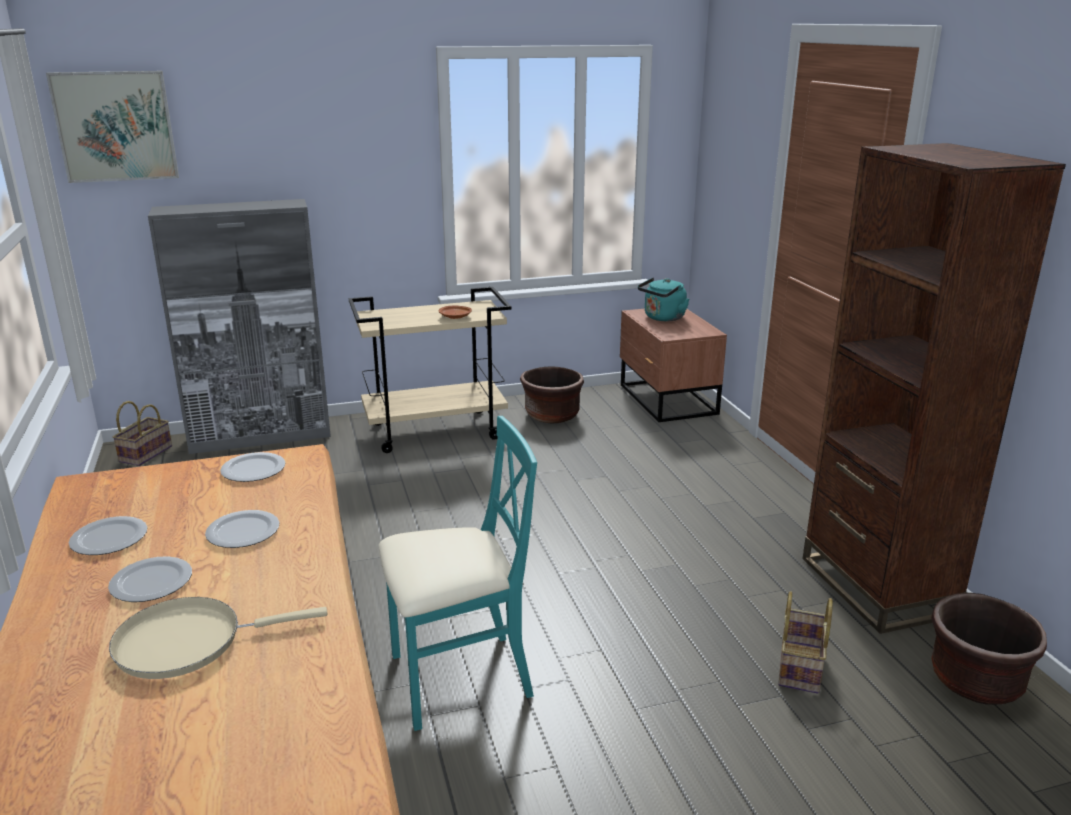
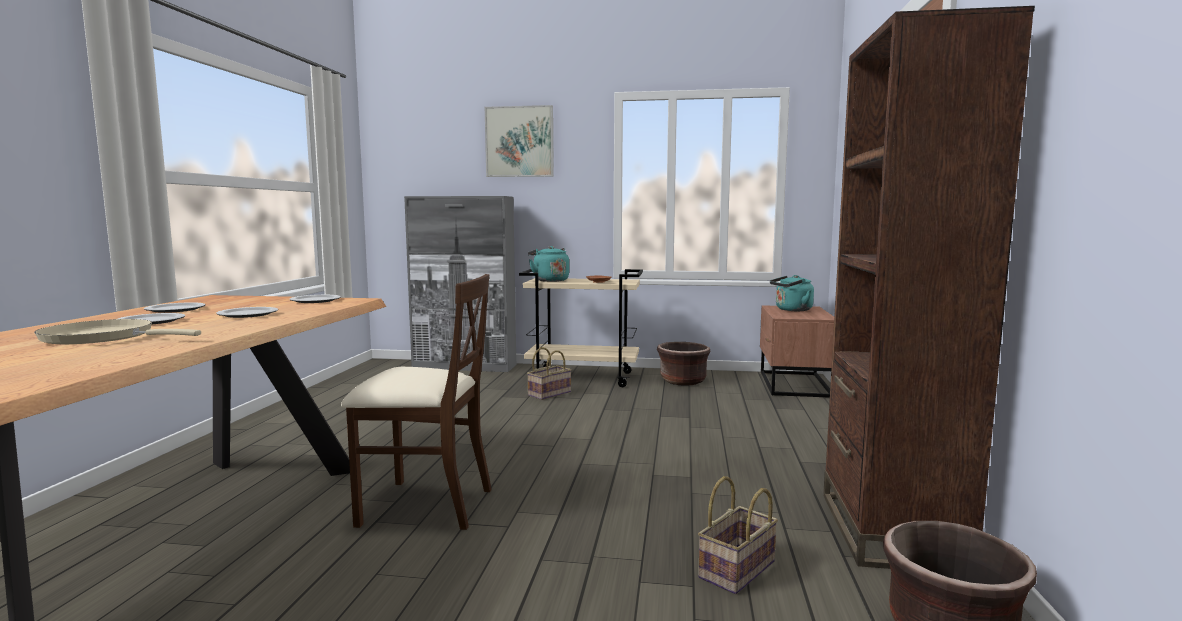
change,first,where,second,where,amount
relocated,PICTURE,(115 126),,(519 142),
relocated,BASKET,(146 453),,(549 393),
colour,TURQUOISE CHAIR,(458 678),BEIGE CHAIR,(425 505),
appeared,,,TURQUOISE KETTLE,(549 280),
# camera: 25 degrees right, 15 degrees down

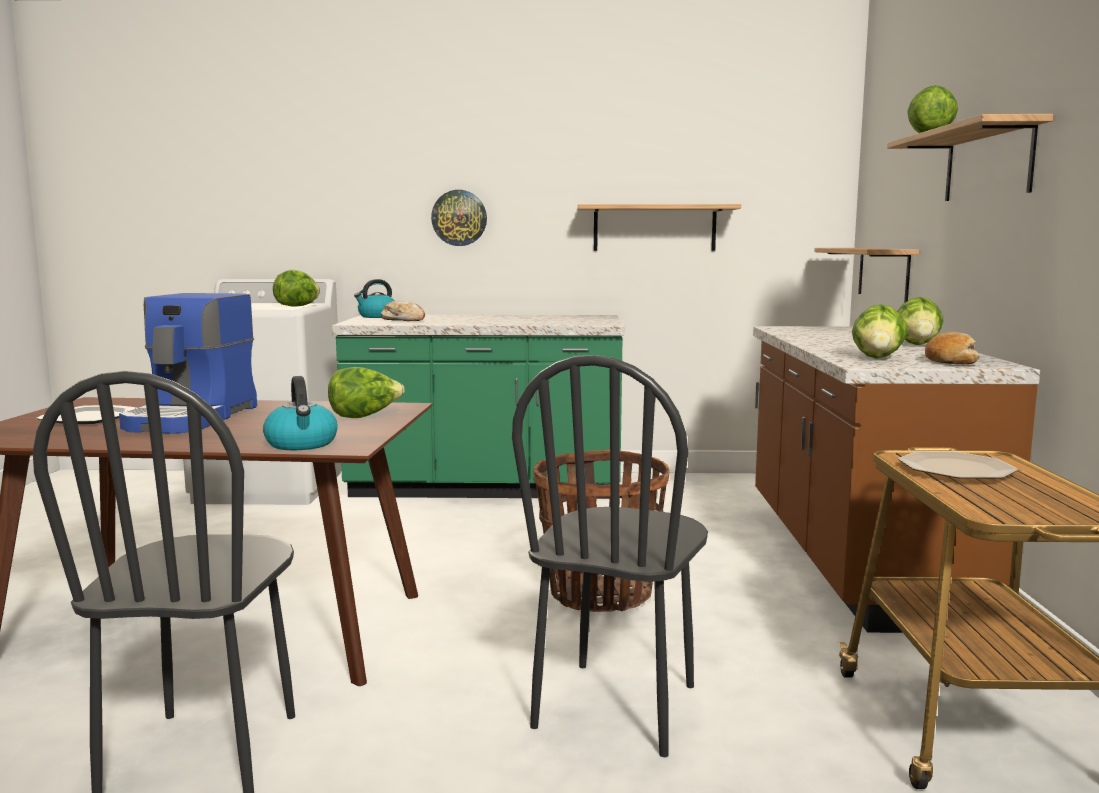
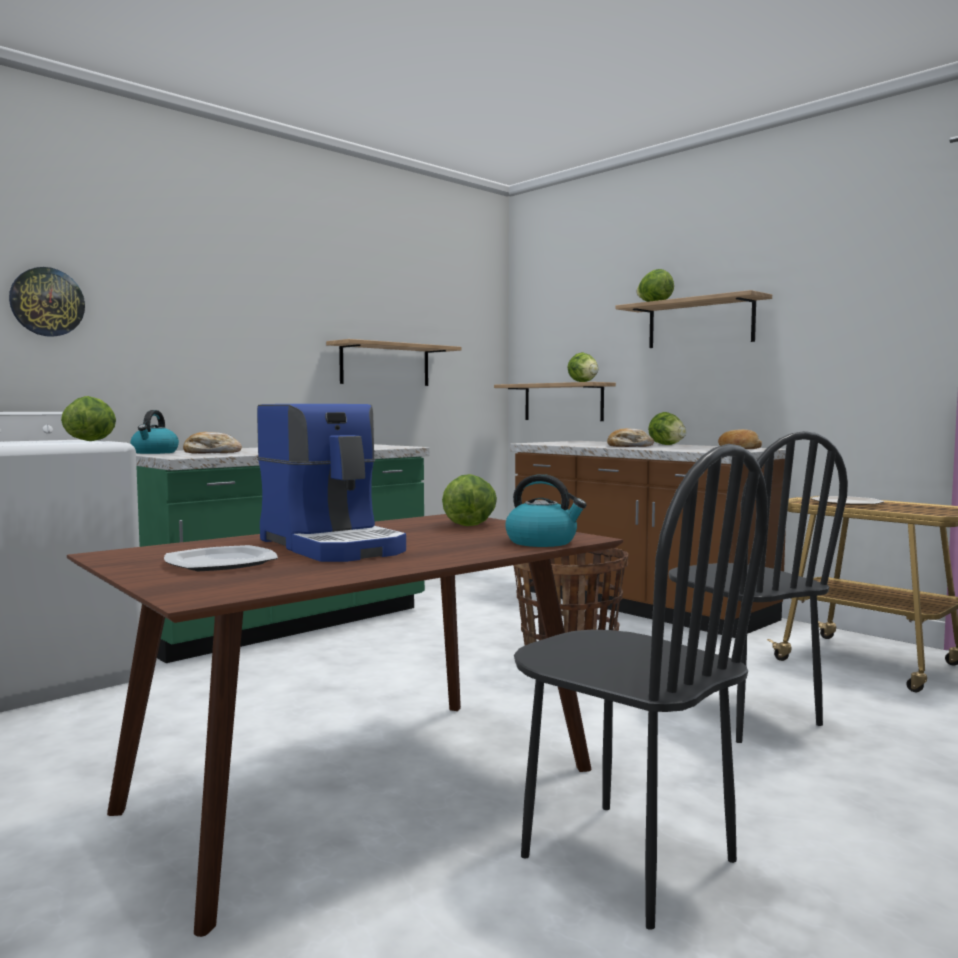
change,first,where,second,where,amount
relocated,WALL CLOCK,(459 218),,(47 302),
relocated,LETTUCE,(877 358),,(583 382),
appeared,,,BREAD,(629 446),
# camera: 45 degrees left, 5 degrees down

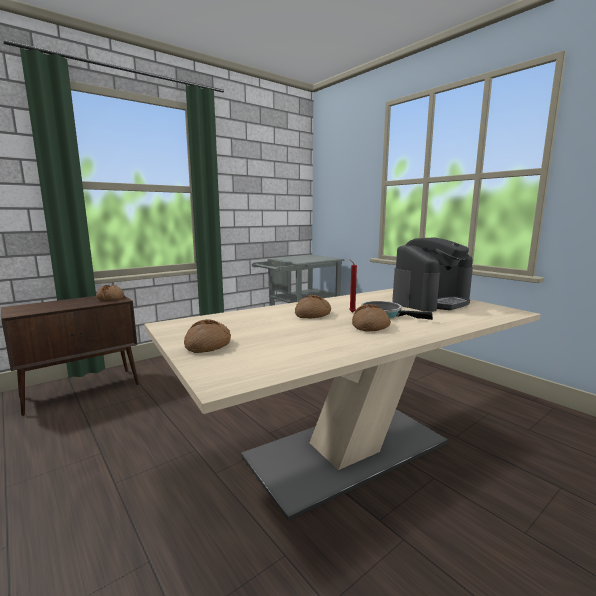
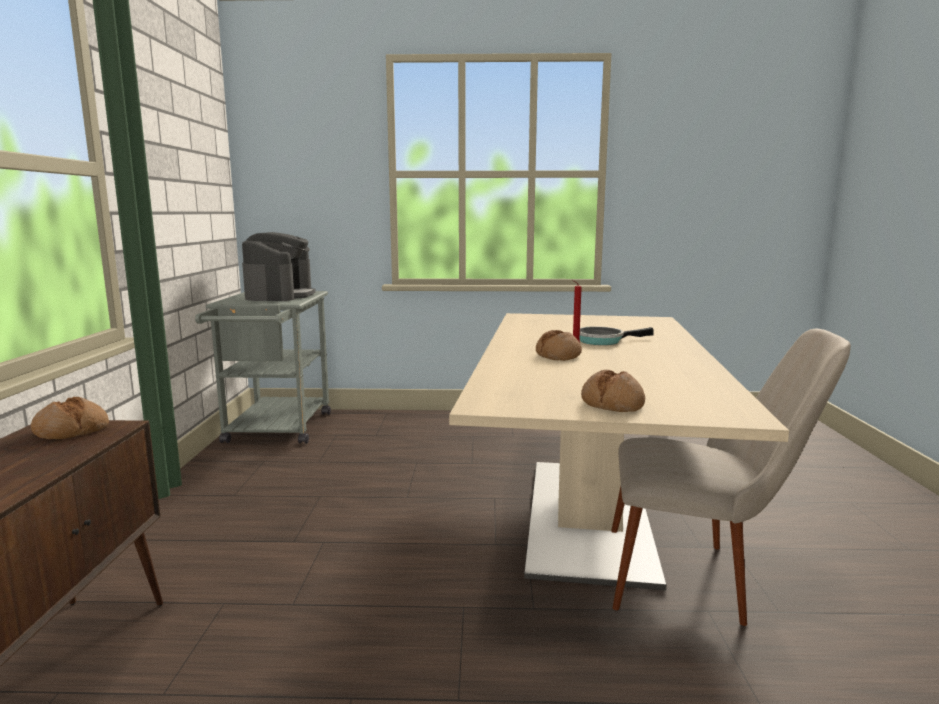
change,first,where,second,where,amount
missing,BREAD,(370 326),,,
relocated,COFFEE MACHINE,(430 302),,(280 295),
appeared,,,BEIGE CHAIR,(701 579),
# camera: 50 degrees left, 0 degrees up

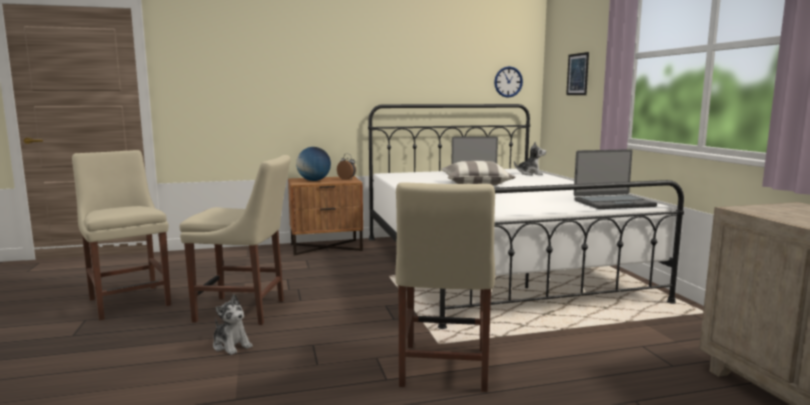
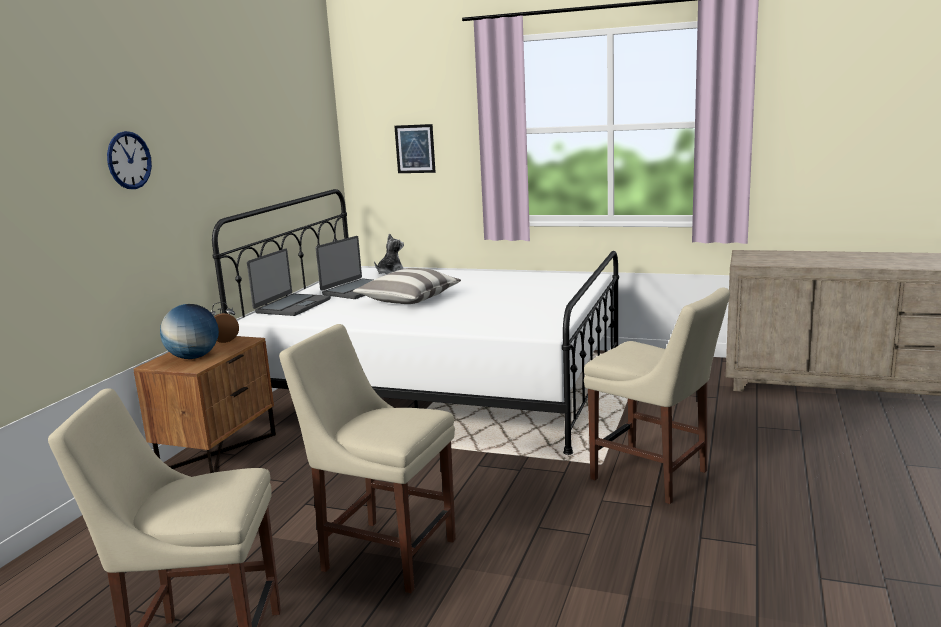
change,first,where,second,where,amount
spun,BEIGE CHAIR,(244 311),,(384 553),105 degrees counterclockwise
missing,PLUSH TOY,(231 345),,,
relocated,WALL CLOCK,(508 82),,(129 160),
relocated,LAPTOP,(613 203),,(292 306),
# camera: 55 degrees left, 5 degrees up

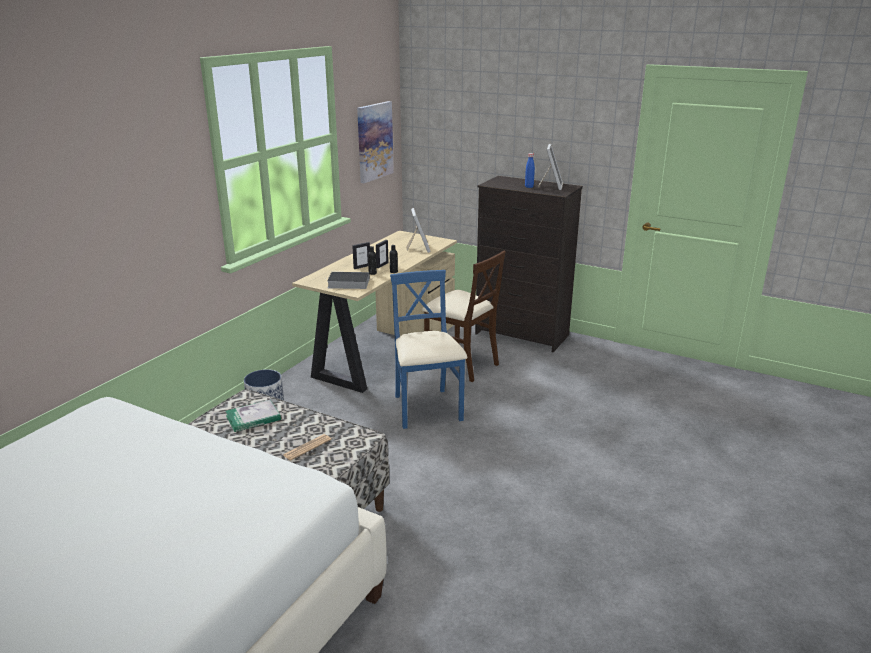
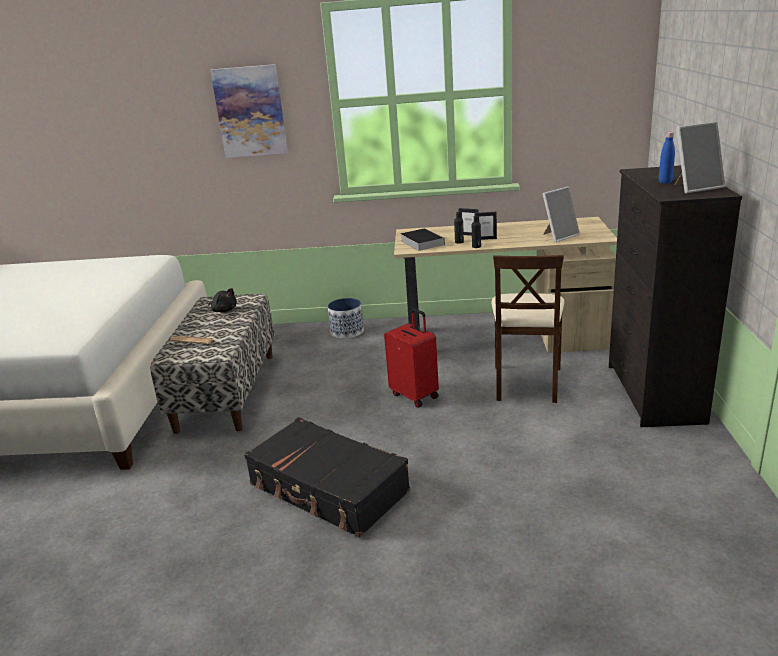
change,first,where,second,where,amount
exchanged,BOOK,(253 418),BLACK PLUSH TOY,(224 310),
relocated,PICTURE,(374 141),,(250 111),
exchanged,BLUE CHAIR,(427 409),RED SUITCASE,(415 395),
appeared,,,BLACK SUITCASE,(328 489),
# camera: 65 degrees right, 0 degrees up

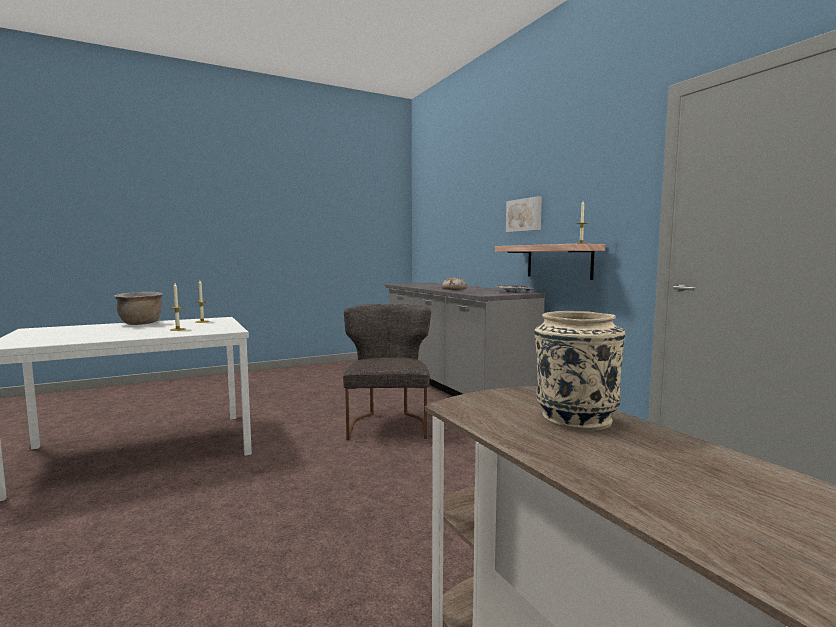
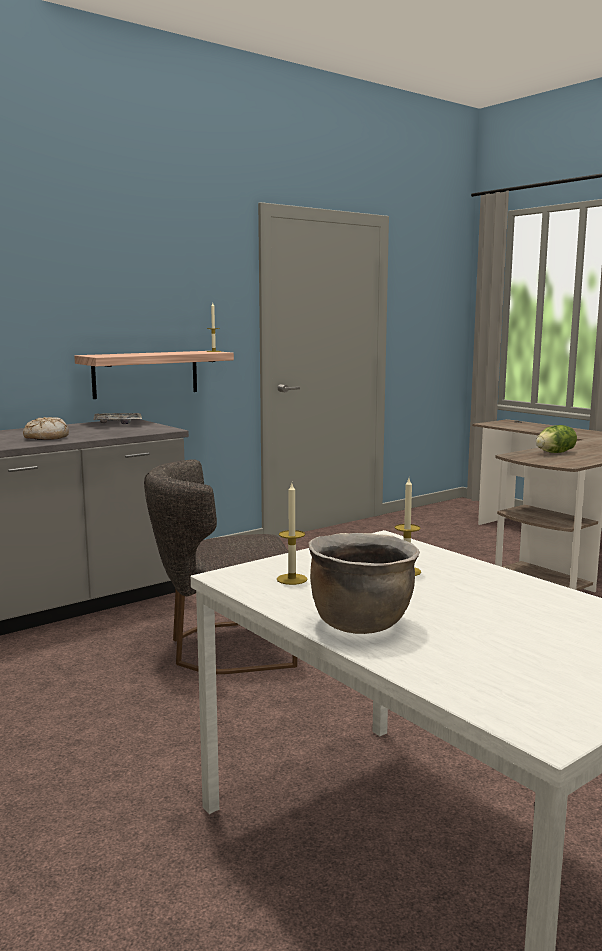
change,first,where,second,where,amount
missing,PICTURE,(524 215),,,
exchanged,BEIGE VASE,(574 418),LETTUCE,(555 453),
# camera: 100 degrees left, 5 degrees up

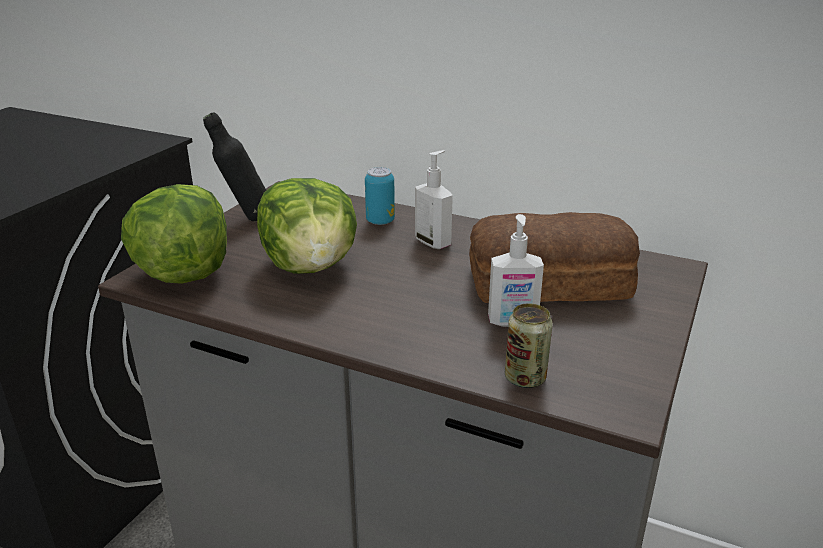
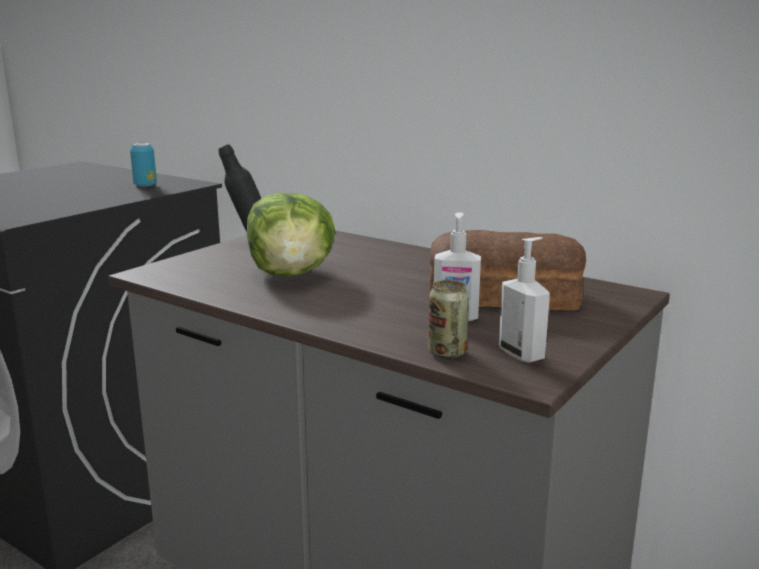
change,first,where,second,where,amount
missing,LETTUCE,(183 273),,,
relocated,CAN,(380 221),,(145 185),
relocated,SOAP DISPENSER,(433 242),,(522 354),
# camera: 10 degrees right, 10 degrees down

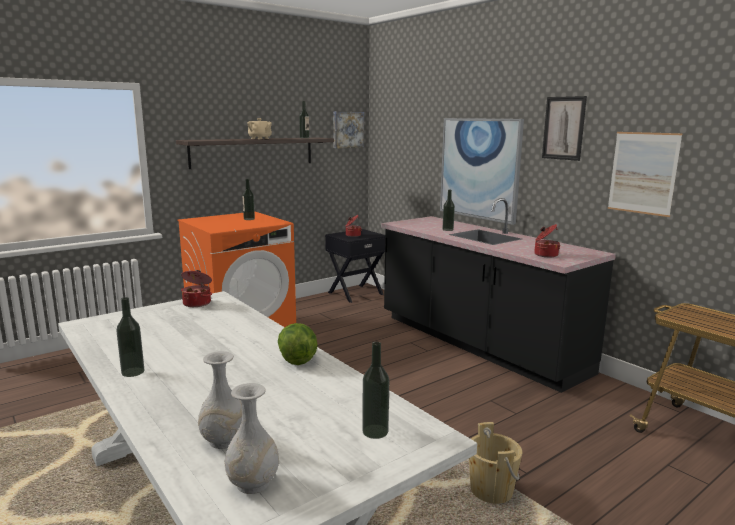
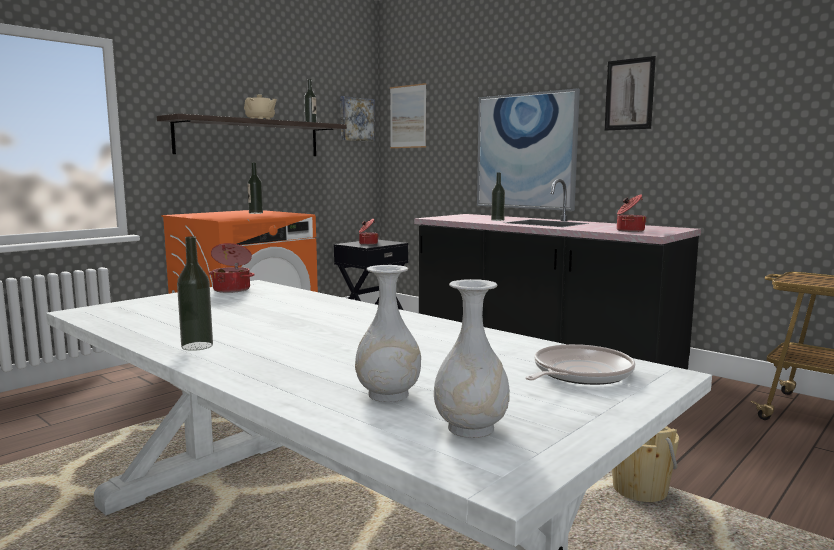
change,first,where,second,where,amount
missing,LETTUCE,(297 359),,,
exchanged,BOTTLE,(375 431),FRYING PAN,(579 374),
relocated,PICTURE,(643 173),,(408 116),
# camera: 10 degrees left, 5 degrees down

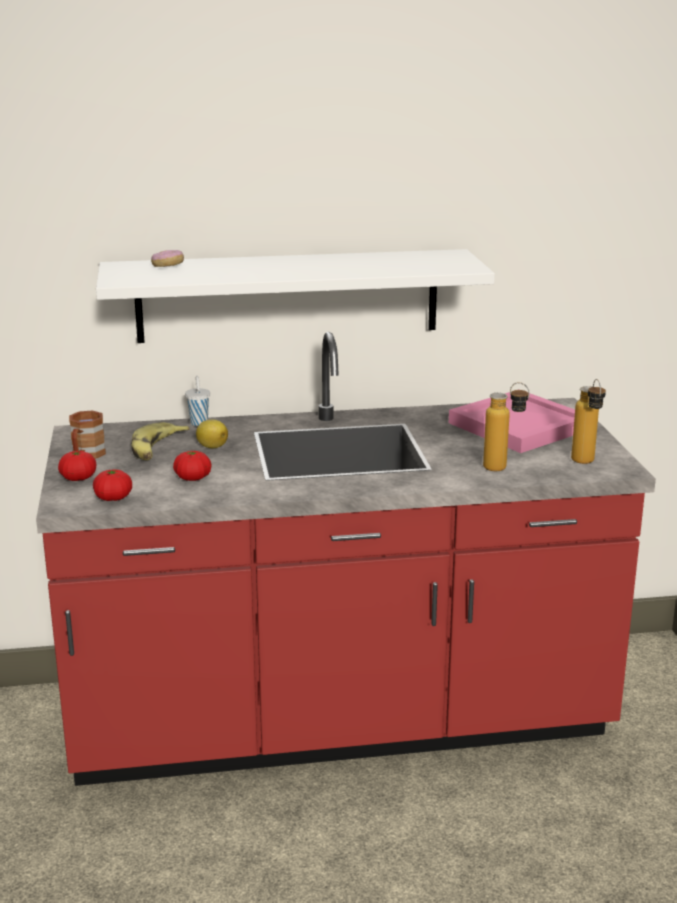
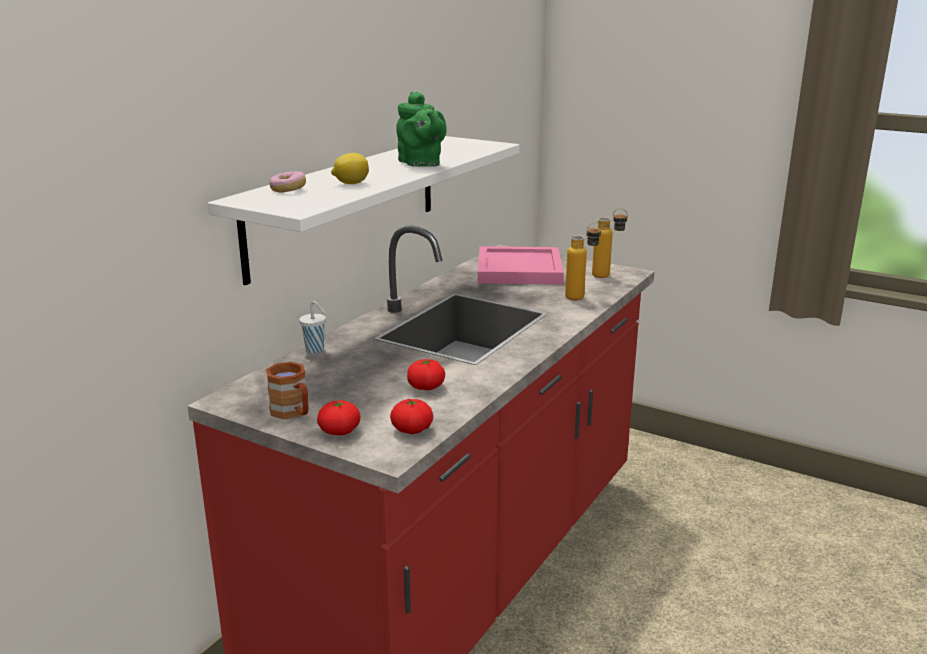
change,first,where,second,where,amount
missing,BANANA,(157 449),,,
relocated,LEMON,(211 446),,(351 183),
appeared,,,GREEN TEAPOT,(421 164),
# camera: 50 degrees left, 0 degrees up

